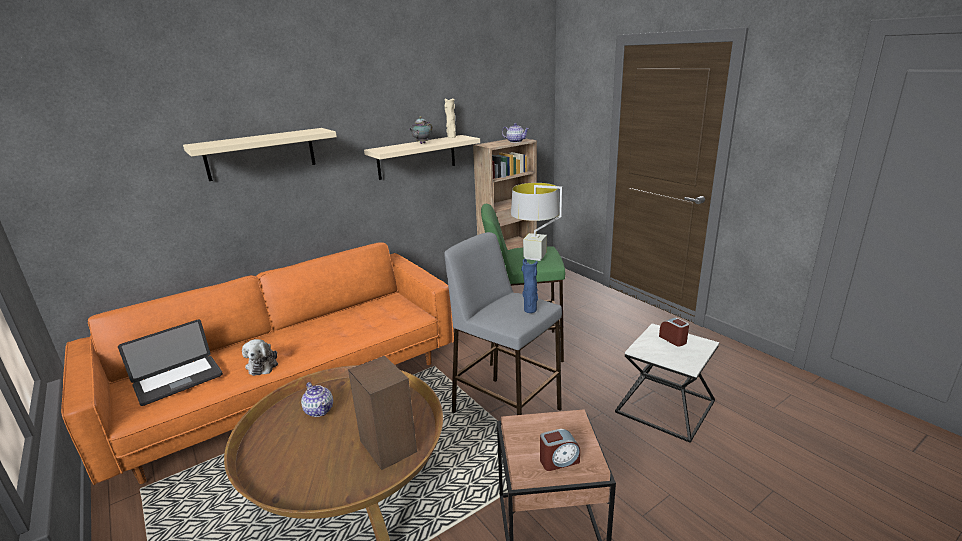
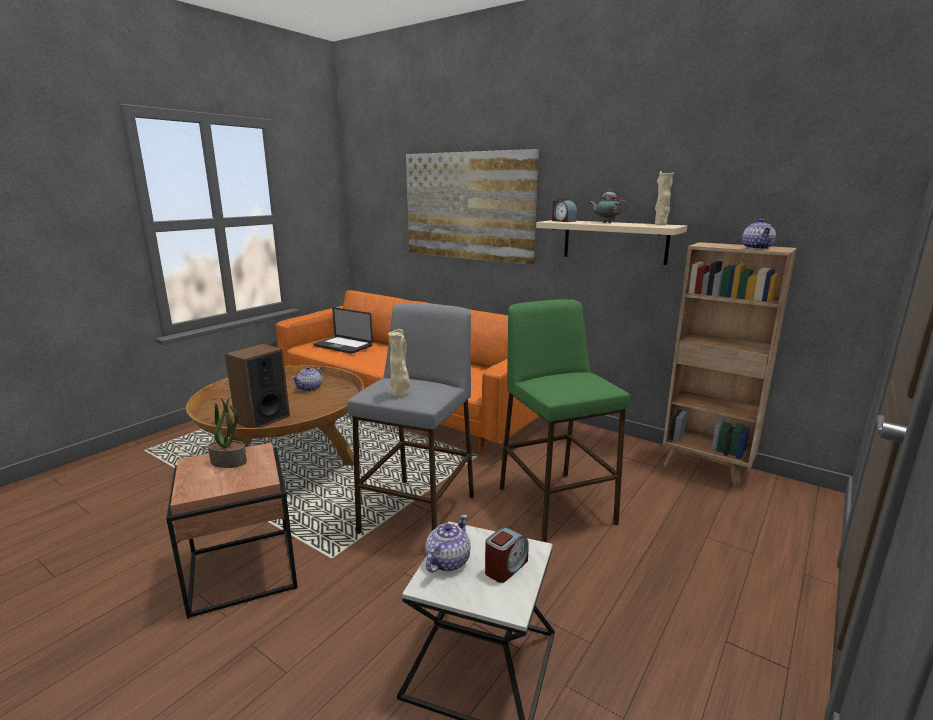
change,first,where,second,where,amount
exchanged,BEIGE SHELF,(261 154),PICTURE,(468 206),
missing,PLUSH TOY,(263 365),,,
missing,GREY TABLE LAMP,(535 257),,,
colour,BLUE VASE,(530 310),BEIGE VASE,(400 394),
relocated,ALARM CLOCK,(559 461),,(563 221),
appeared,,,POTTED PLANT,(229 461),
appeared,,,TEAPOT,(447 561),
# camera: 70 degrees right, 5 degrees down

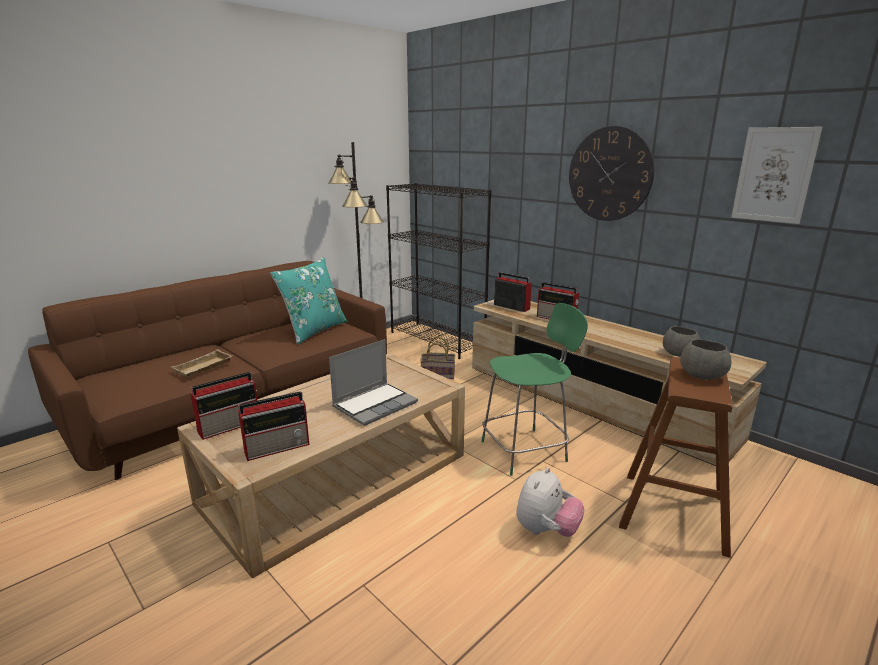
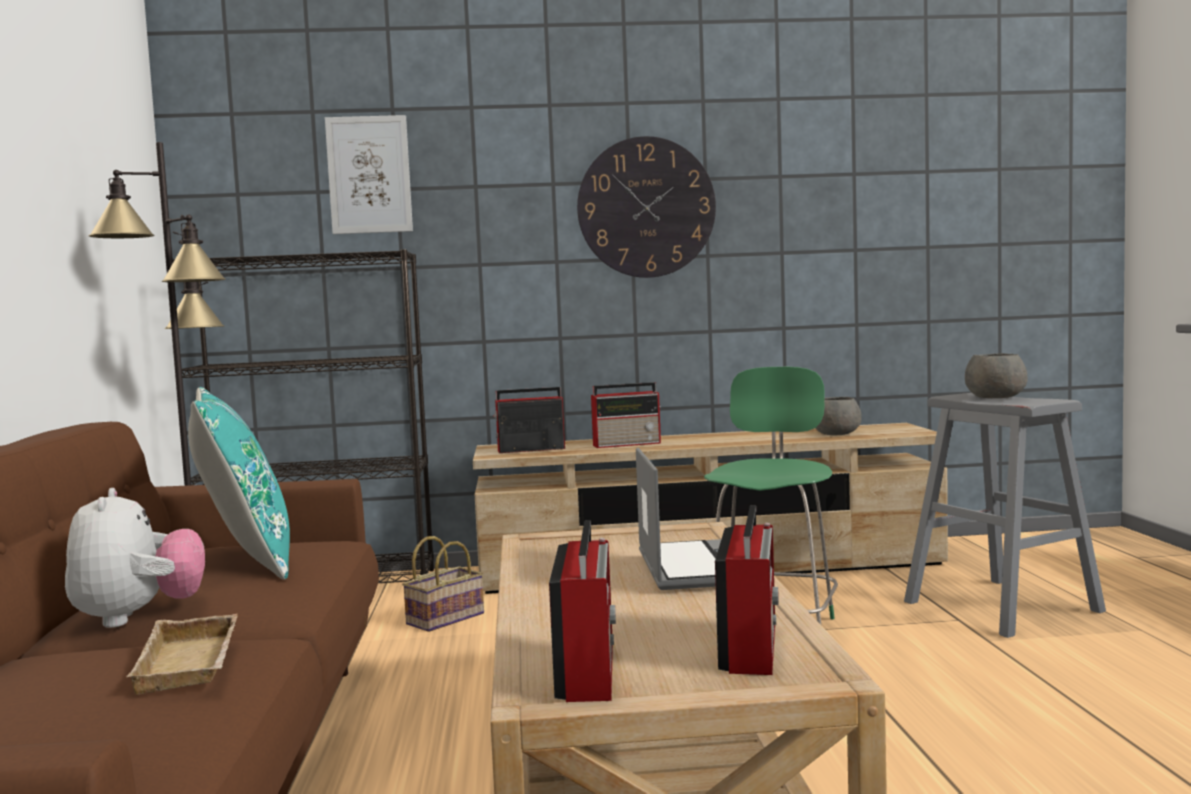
change,first,where,second,where,amount
relocated,PLUSH TOY,(546 530),,(138 617),
colour,BROWN STOOL,(673 511),GREY STOOL,(1001 606),
relocated,PICTURE,(774 175),,(369 175),
# camera: 50 degrees left, 15 degrees down

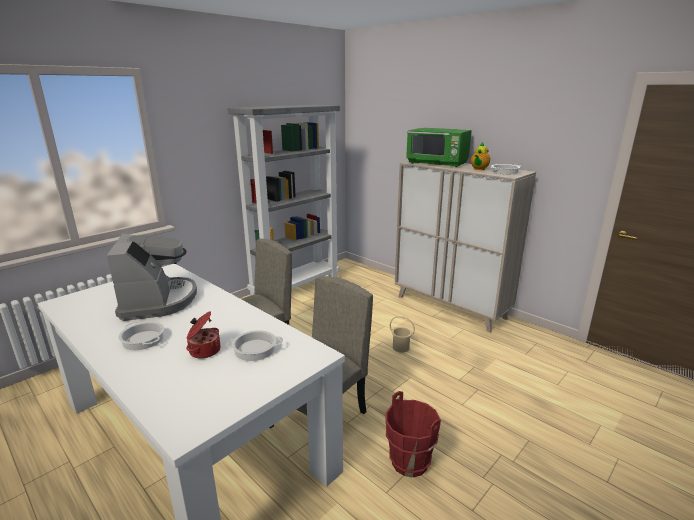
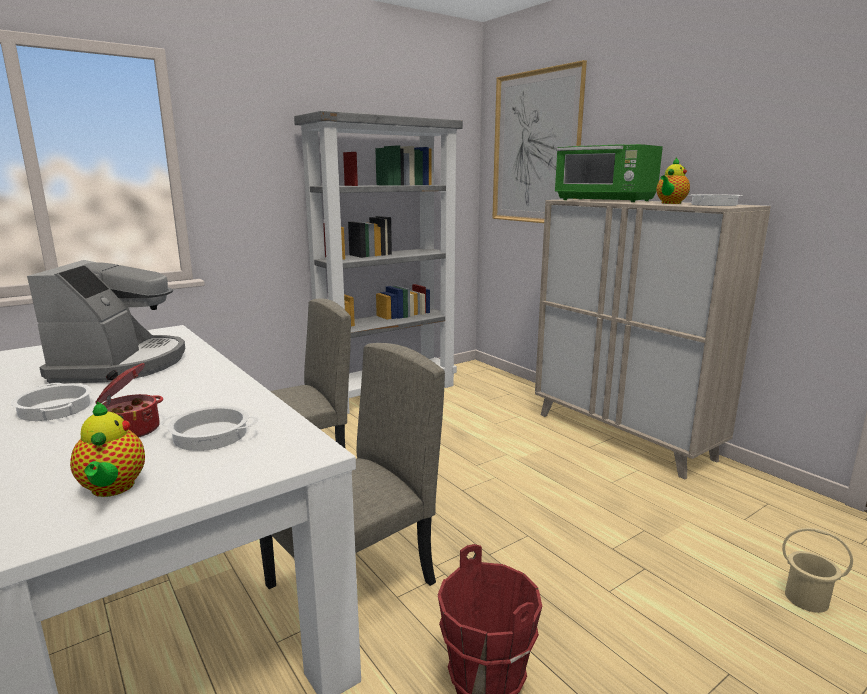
change,first,where,second,where,amount
relocated,BEIGE BUCKET,(400 347),,(806 598),
appeared,,,TEAPOT,(112 489),
appeared,,,PICTURE,(535 148),
# camera: 10 degrees right, 5 degrees down

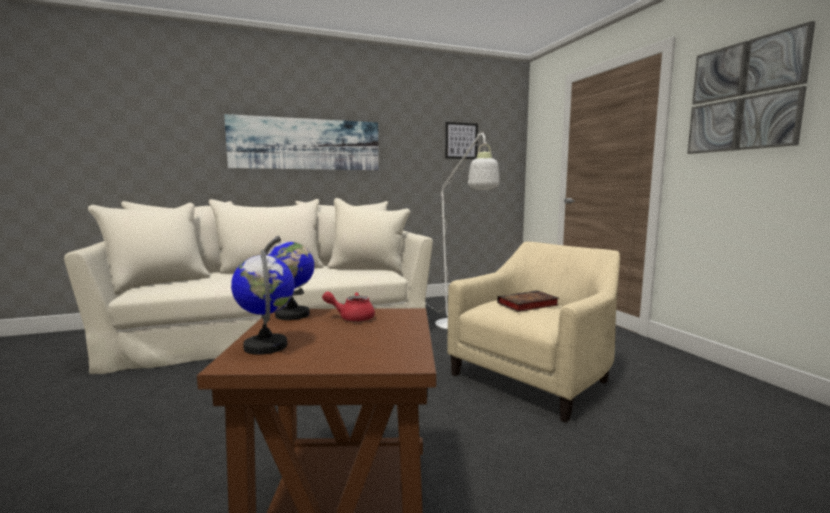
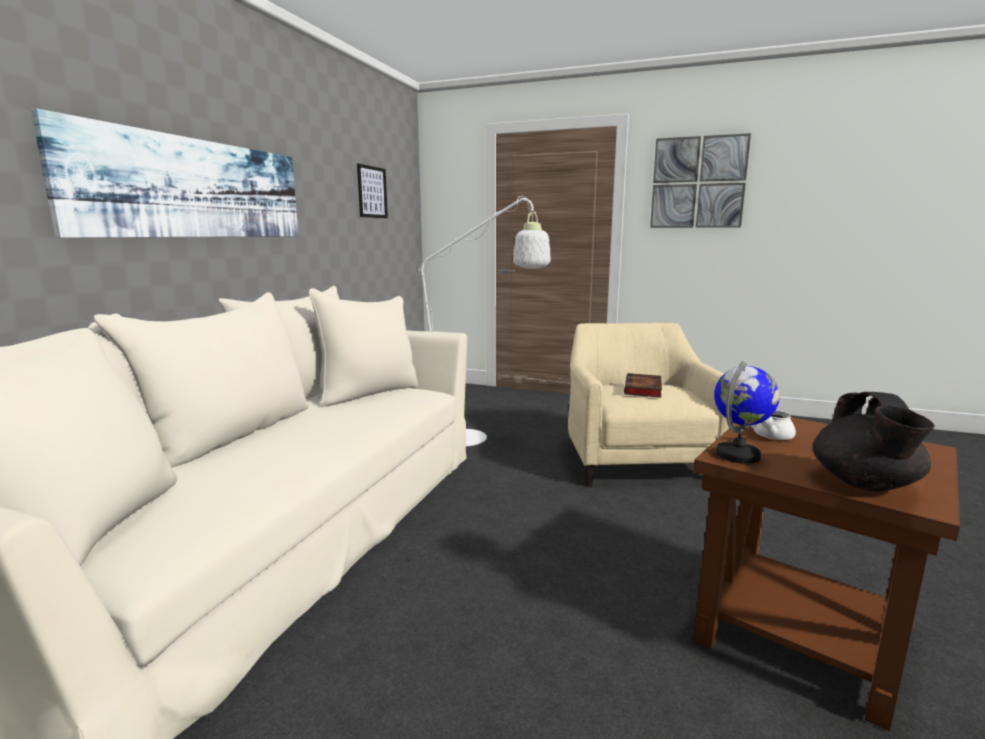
change,first,where,second,where,amount
exchanged,GLOBE,(266 346),BLACK TEAPOT,(865 484),
colour,RED TEAPOT,(352 318),WHITE TEAPOT,(770 437),
# camera: 50 degrees left, 5 degrees up

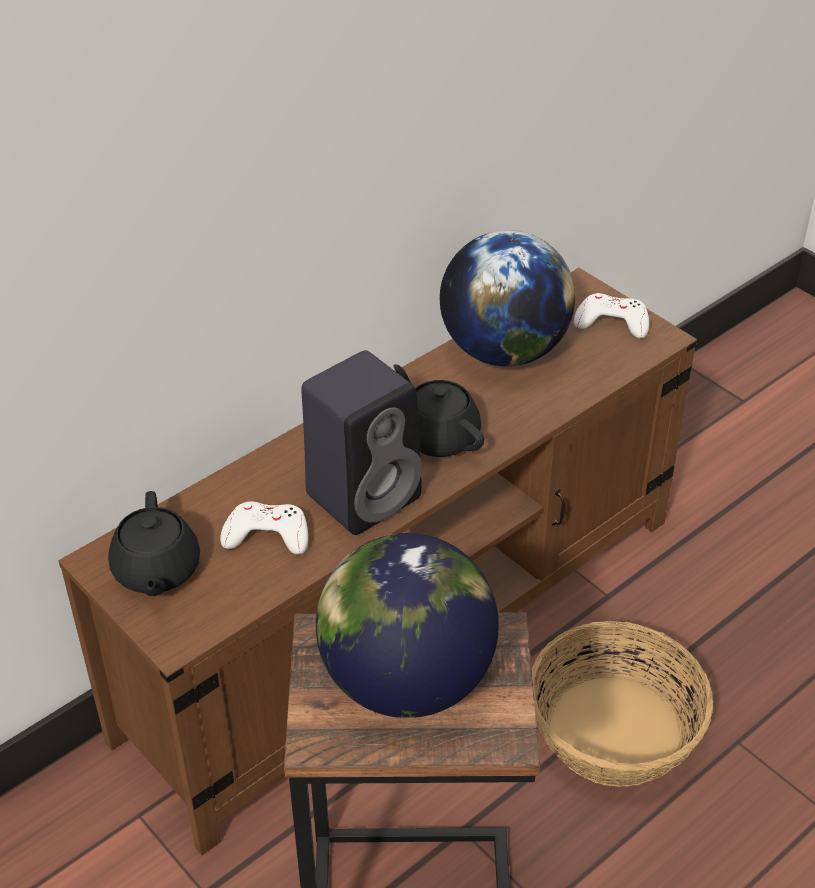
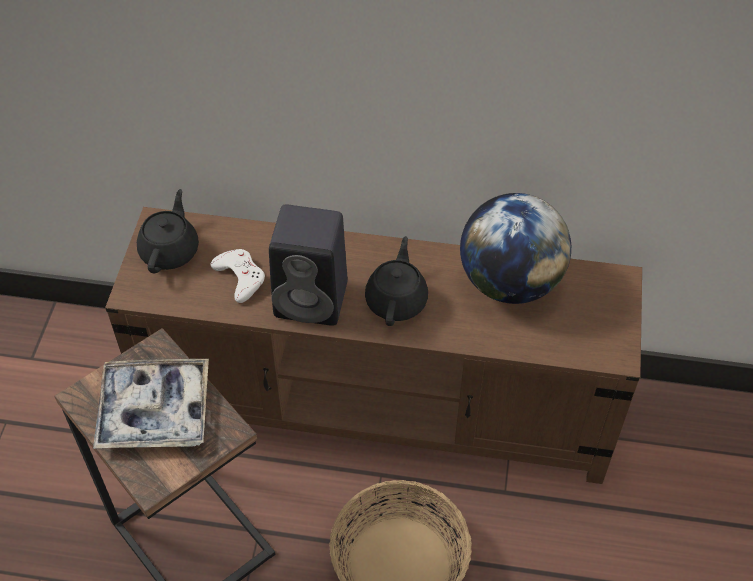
change,first,where,second,where,amount
spun,BLACK TEAPOT,(156 571),,(170 250),150 degrees clockwise
exchanged,GLOBE,(407 681),TRAY,(154 410),
missing,WHITE GAME CONTROLLER,(612 321),,,
# camera: 50 degrees right, 10 degrees up

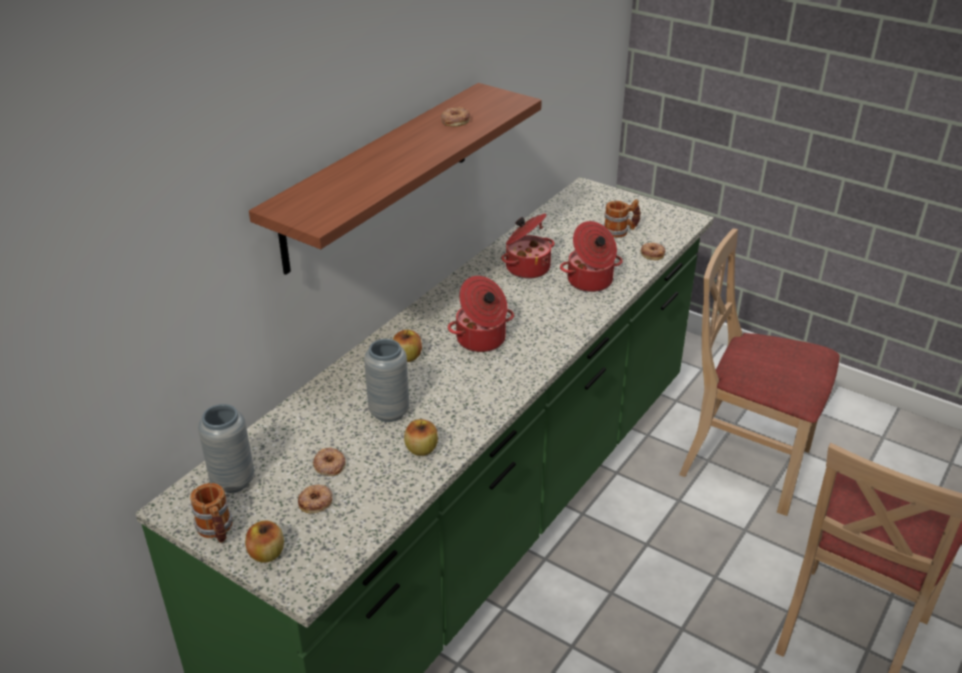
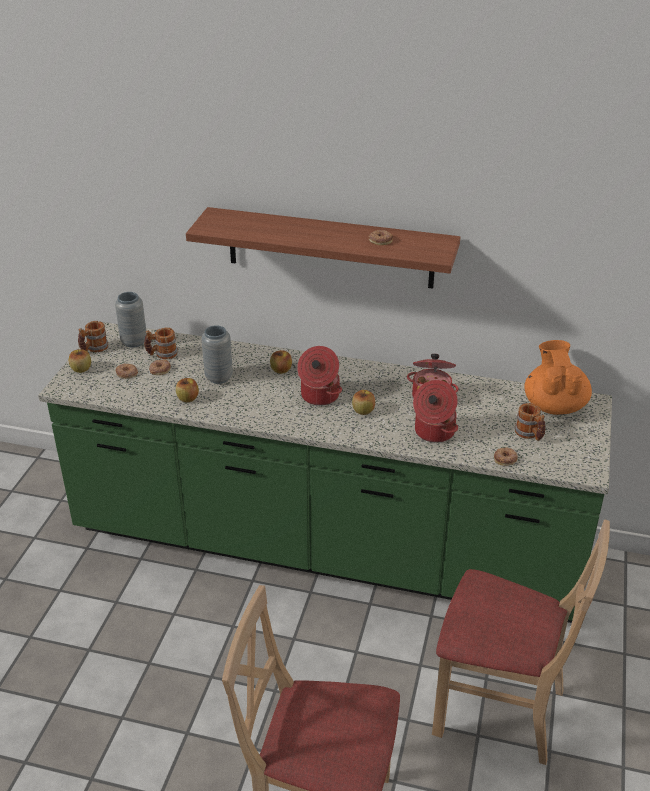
change,first,where,second,where,amount
spun,BEIGE CHAIR,(745 463),,(499 709),105 degrees clockwise
appeared,,,MUG,(162 354),
appeared,,,APPLE,(363 411),
appeared,,,ORANGE TEAPOT,(554 405),
# camera: 70 degrees right, 0 degrees up

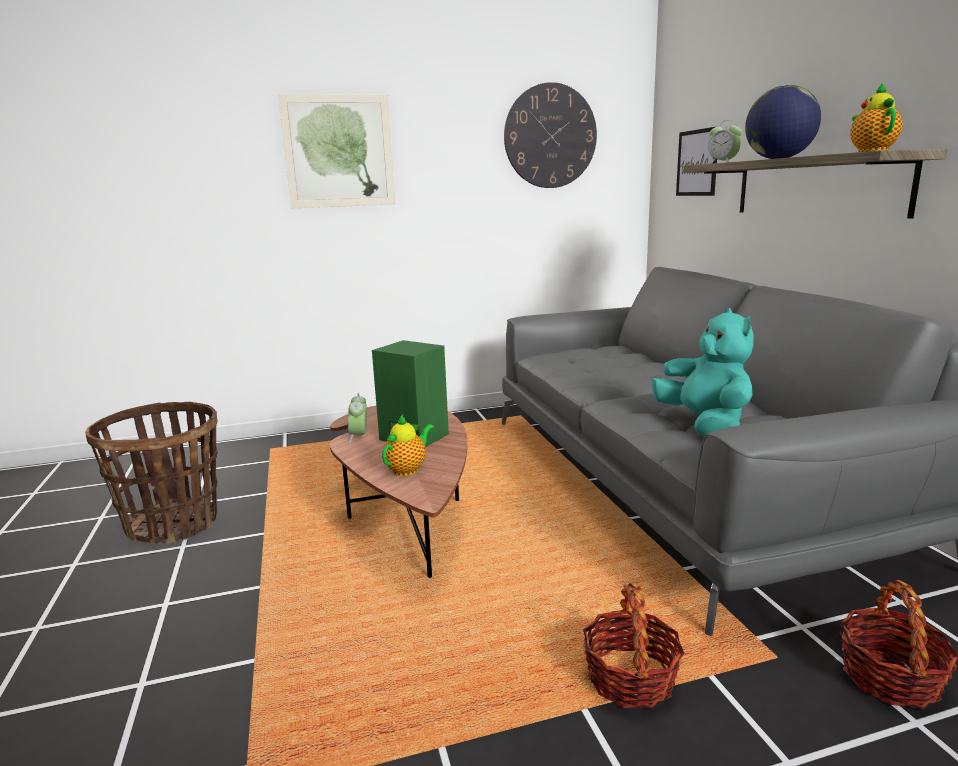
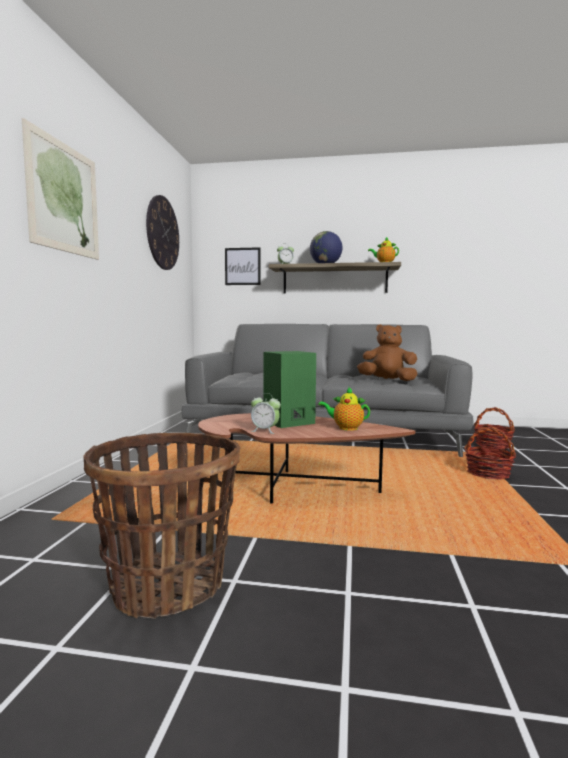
change,first,where,second,where,amount
spun,TEAPOT,(408 469),,(345 428),45 degrees counterclockwise
colour,TURQUOISE PLUSH TOY,(704 425),BROWN PLUSH TOY,(387 380),
# camera: 65 degrees left, 10 degrees down

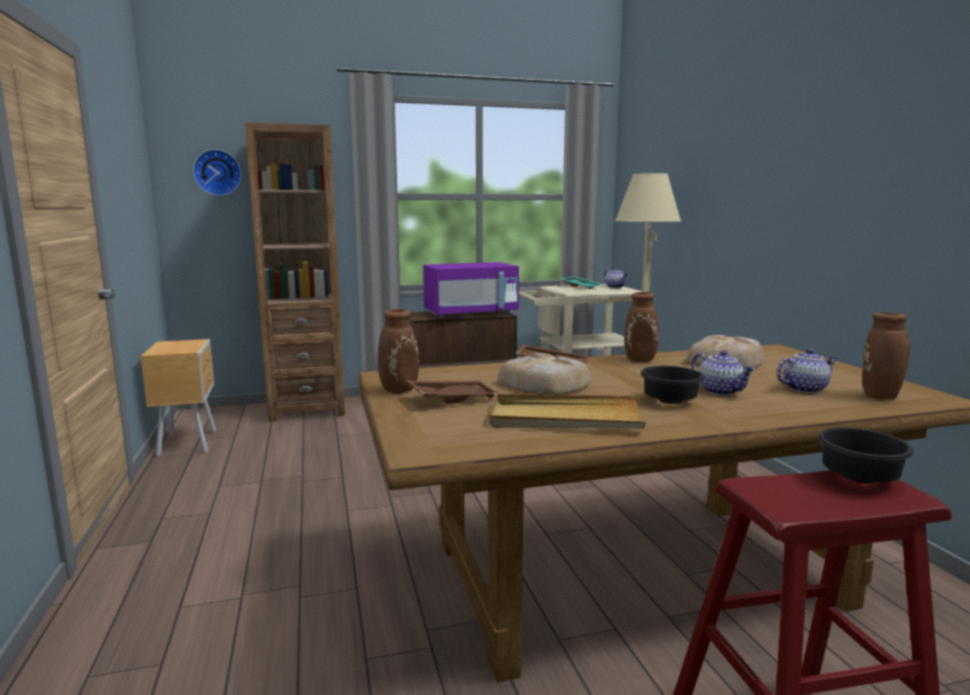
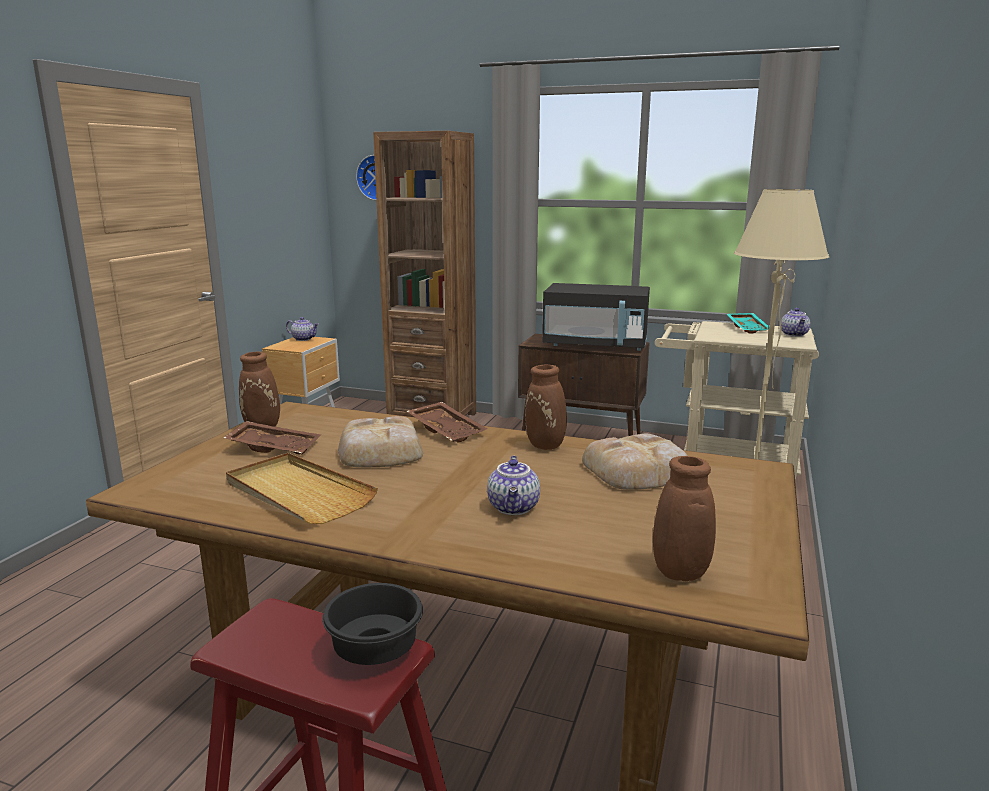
change,first,where,second,where,amount
colour,PURPLE MICROWAVE,(471 313),BLACK MICROWAVE,(595 345),
missing,BLACK BOWL,(671 402),,,
relocated,TEAPOT,(804 389),,(304 339),
# camera: 35 degrees right, 5 degrees up

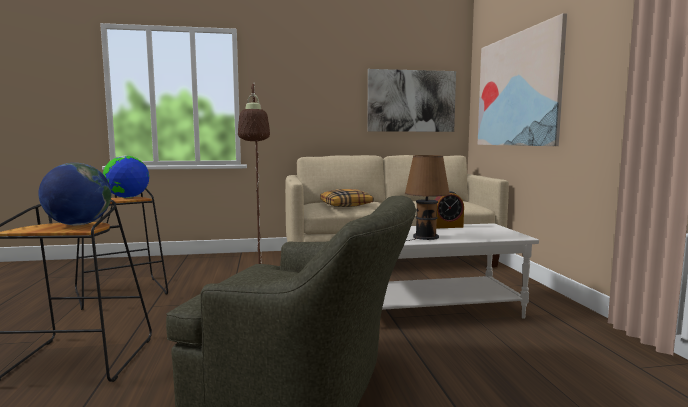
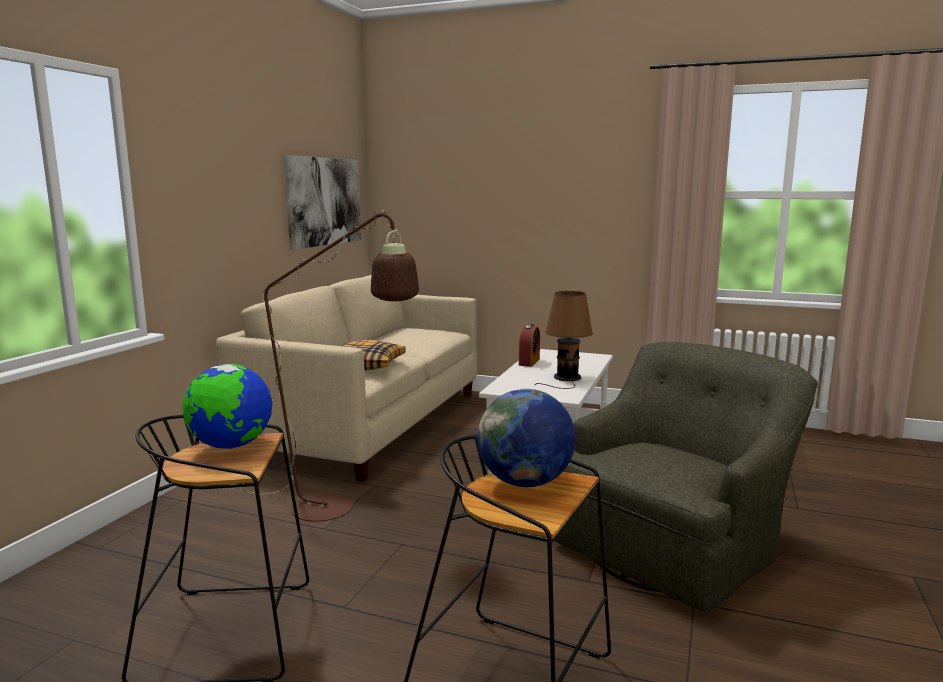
change,first,where,second,where,amount
missing,PICTURE,(517 90),,,
# camera: 60 degrees left, 5 degrees up

